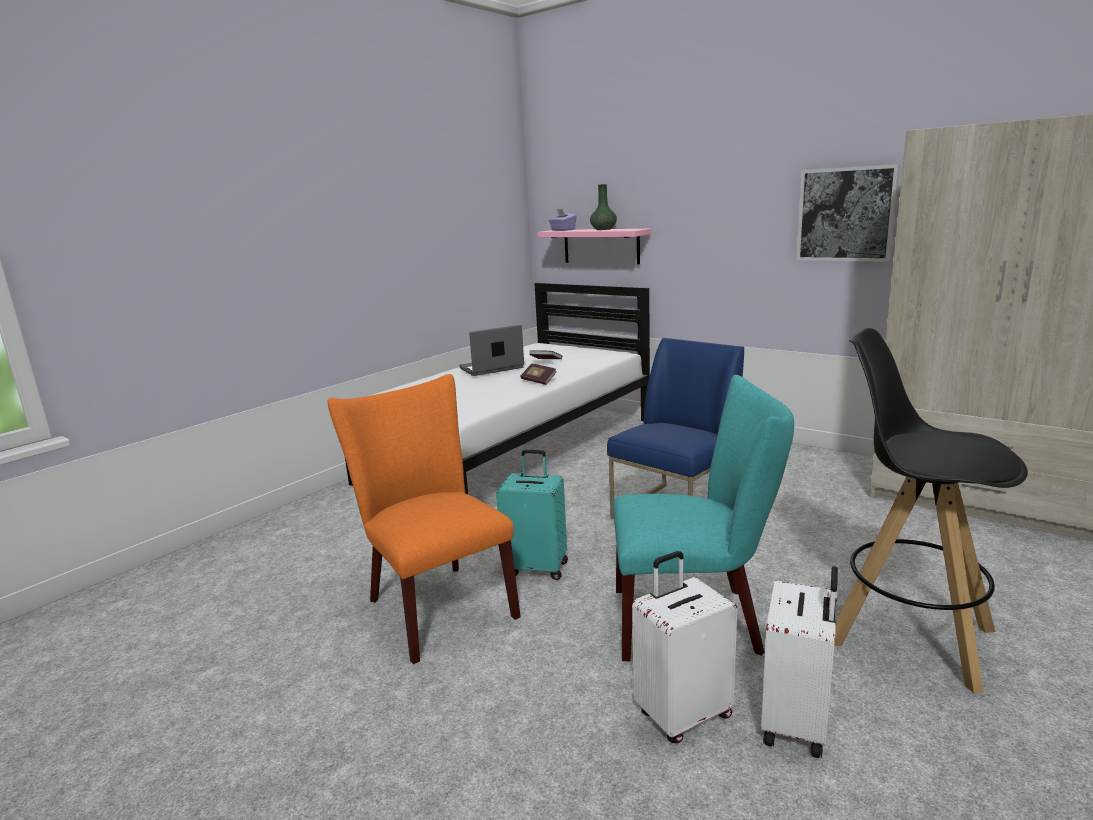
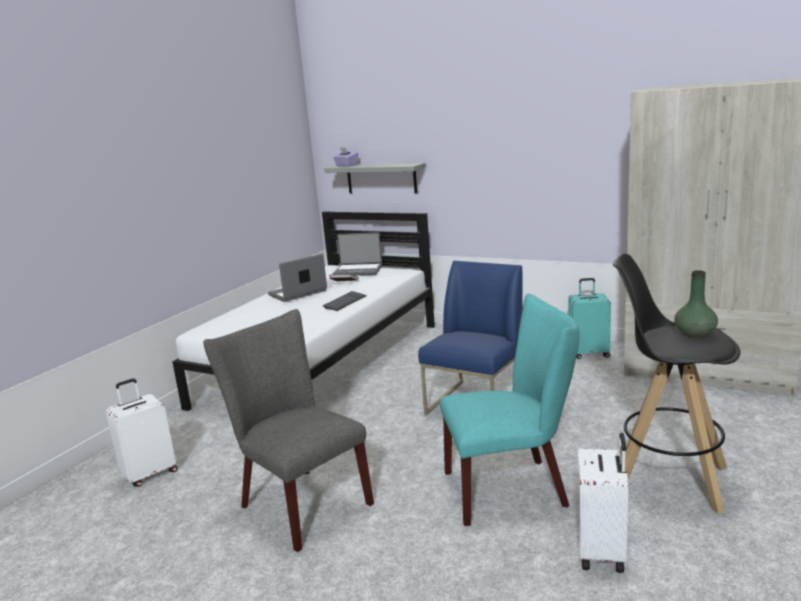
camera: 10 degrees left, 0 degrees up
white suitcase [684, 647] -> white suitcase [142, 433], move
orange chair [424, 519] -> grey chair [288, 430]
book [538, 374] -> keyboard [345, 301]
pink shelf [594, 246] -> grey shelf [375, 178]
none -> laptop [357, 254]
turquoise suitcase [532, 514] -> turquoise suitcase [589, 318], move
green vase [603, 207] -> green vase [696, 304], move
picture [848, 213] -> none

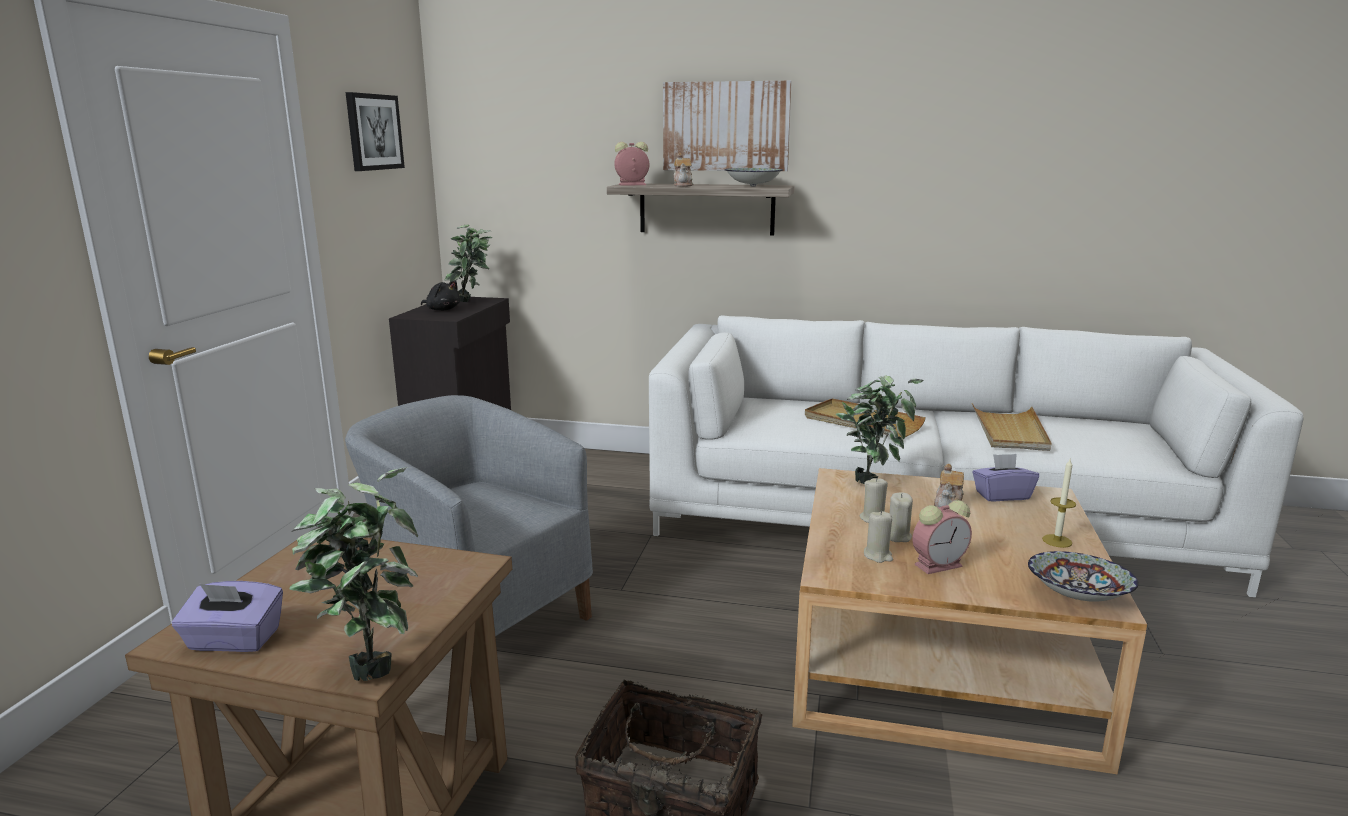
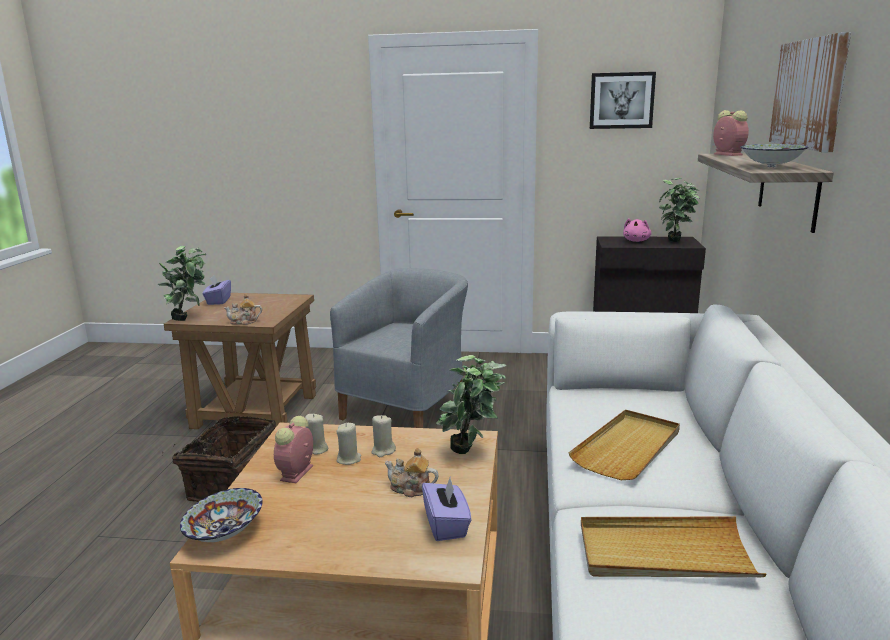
camera: 85 degrees right, 0 degrees up
teapot [684, 170] -> teapot [243, 309], move
alarm clock [942, 537] -> alarm clock [293, 449], 45 degrees clockwise
black plush toy [440, 295] -> pink plush toy [637, 230]
candle [1059, 503] -> none

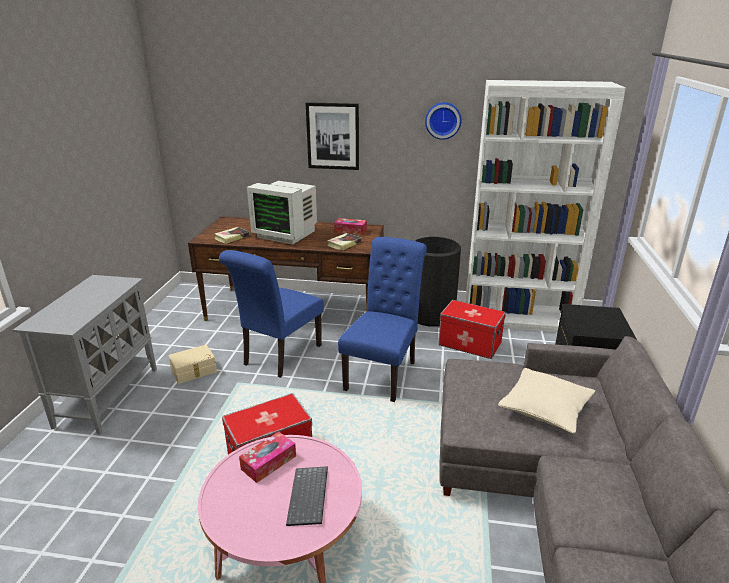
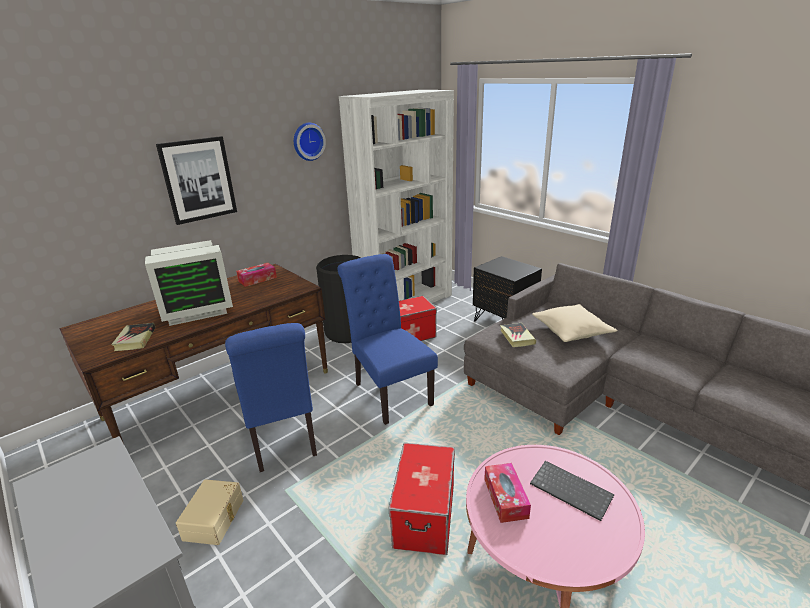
camera: 50 degrees left, 0 degrees up
book [344, 242] -> book [518, 335], move

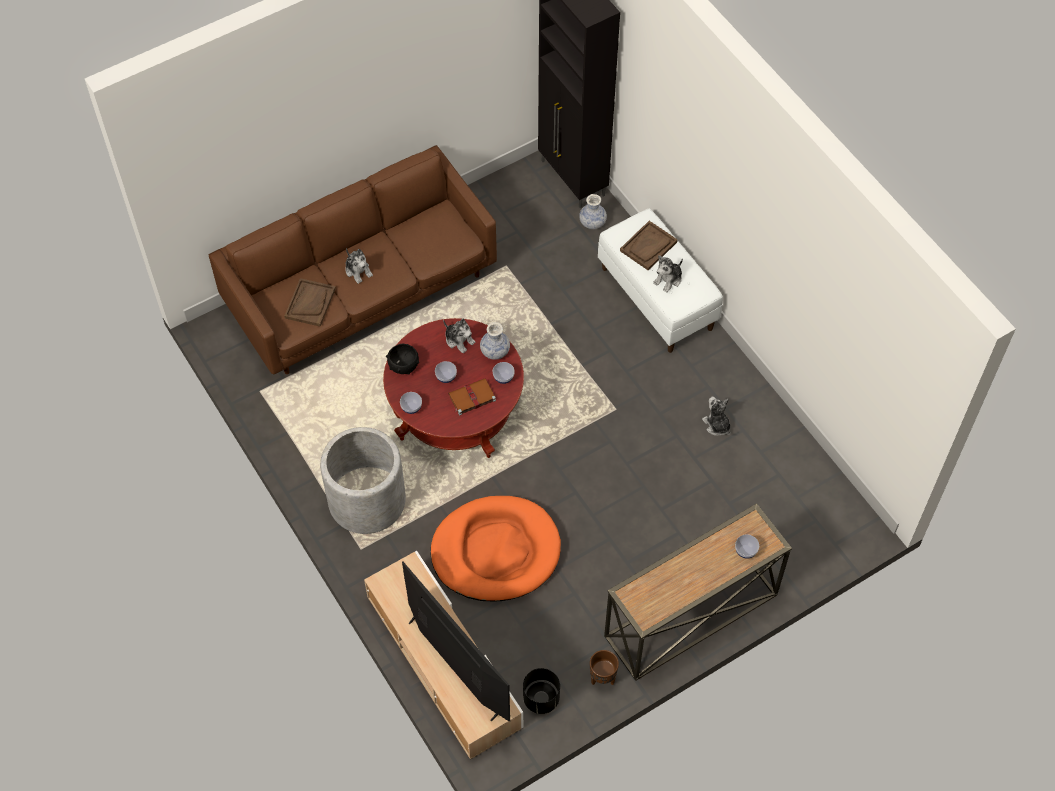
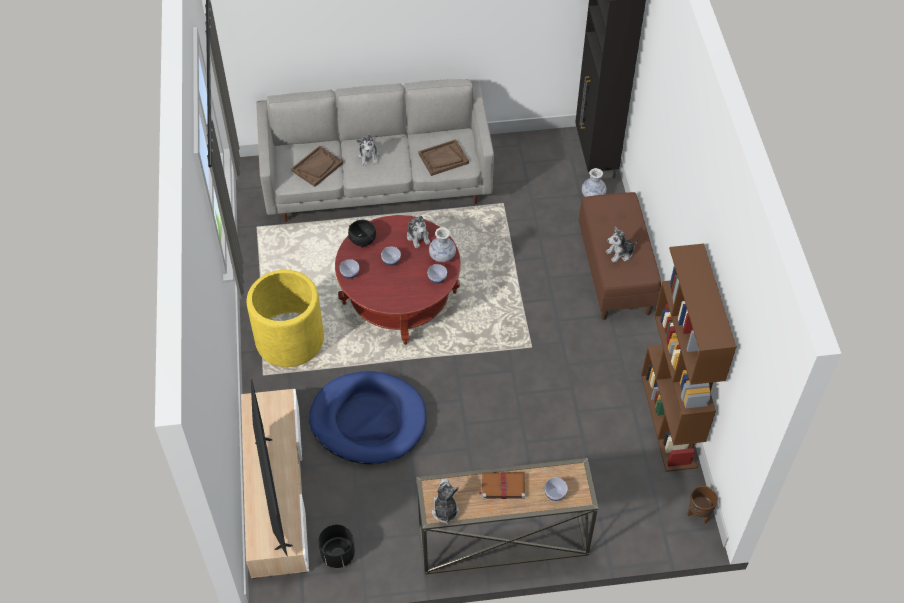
camera: 25 degrees right, 5 degrees down
grey planter [363, 480] -> yellow planter [285, 318]
brown sofa [353, 259] -> grey sofa [375, 150]
orange dog bed [496, 549] -> blue dog bed [367, 417]
brown tray [649, 245] -> brown tray [443, 157], move
plush toy [716, 416] -> plush toy [445, 501], move
brown book [472, 397] -> brown book [502, 485], move
white bench [660, 281] -> brown bench [620, 256]
none -> brown bookcase [689, 358]
brown planter [604, 667] -> brown planter [702, 504], move

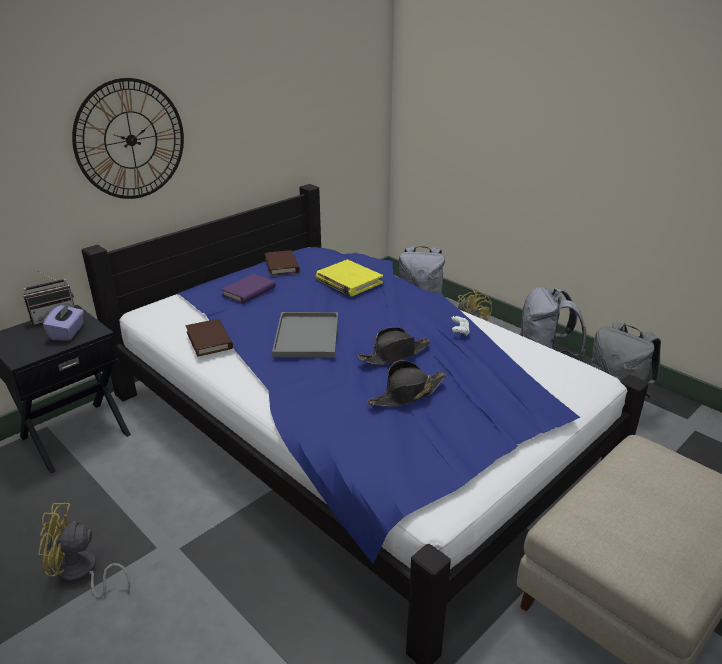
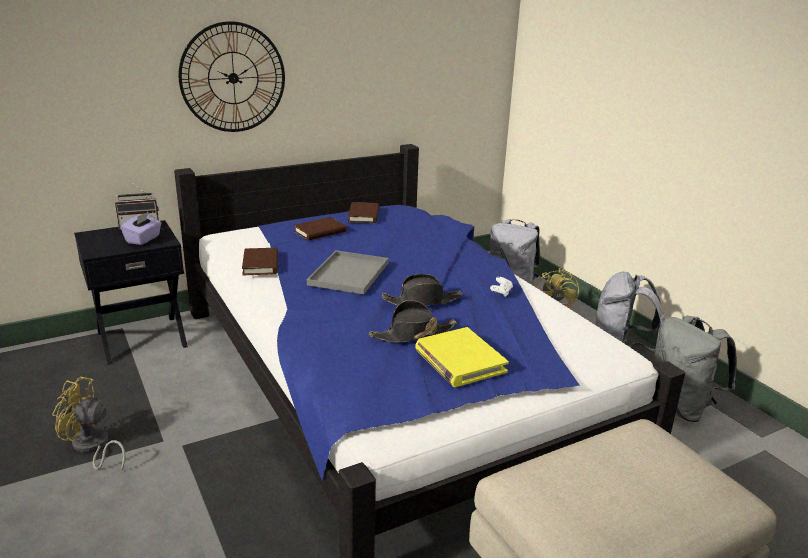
camera: 15 degrees right, 5 degrees down
purple book [248, 289] -> brown book [320, 229]
yellow book [349, 277] -> yellow book [462, 357], move

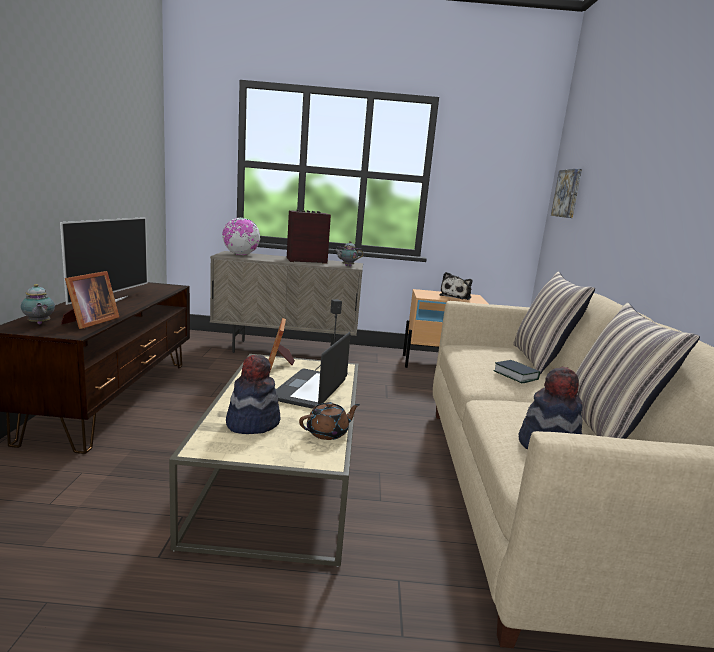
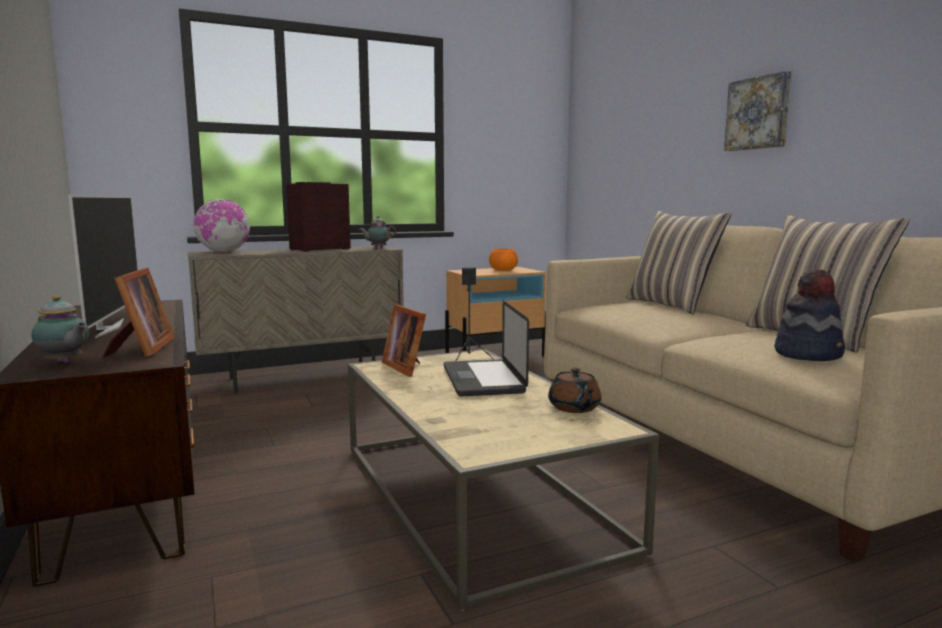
camera: 25 degrees left, 5 degrees down
plush toy [455, 286] -> orange bowl [503, 260]
brown teapot [329, 421] -> brown teapot [574, 390], 135 degrees clockwise
picture [566, 193] -> picture [757, 111], move
hat [253, 394] -> none
book [516, 371] -> none

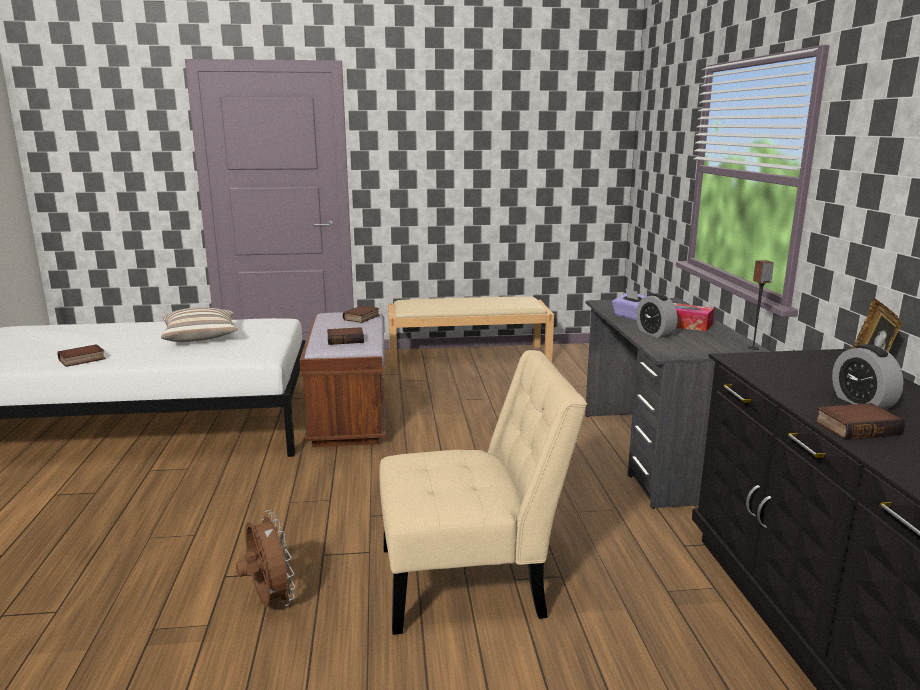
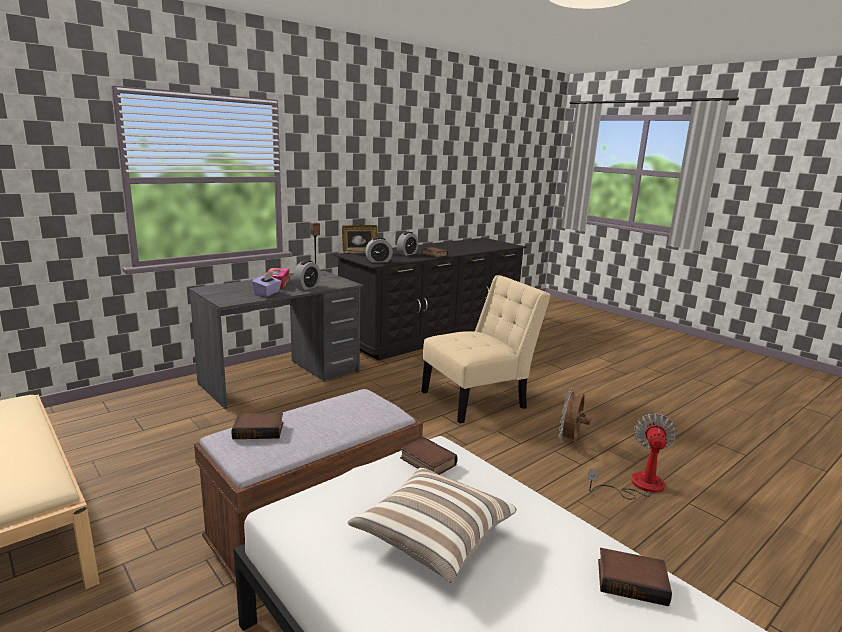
camera: 125 degrees left, 0 degrees up
none -> alarm clock [379, 250]
book [345, 336] -> book [429, 456], move
beige chair [483, 492] -> beige chair [486, 349], 105 degrees clockwise
none -> fan [632, 456]

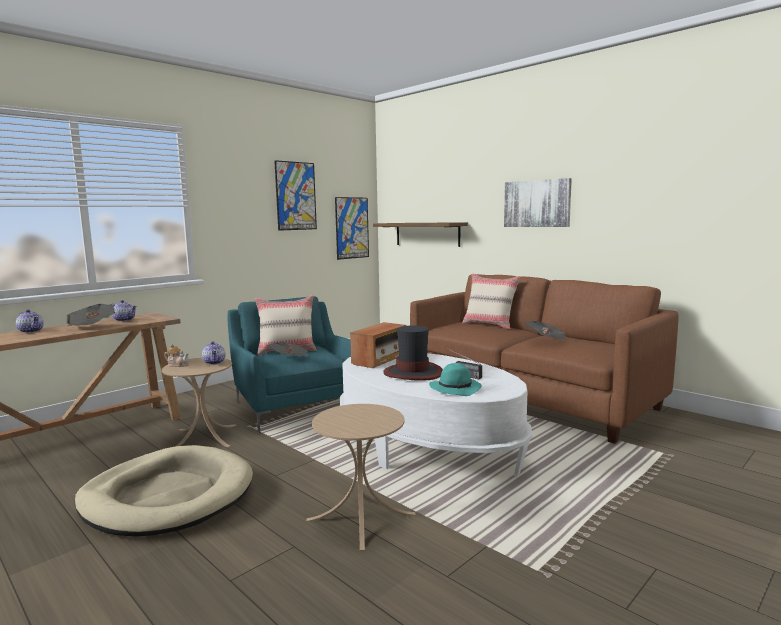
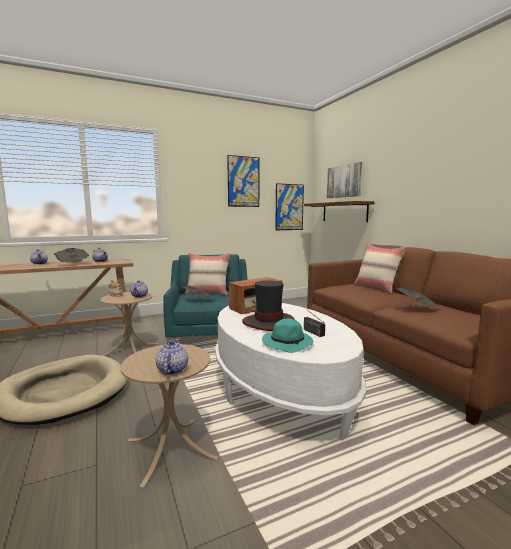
camera: 20 degrees right, 0 degrees up
none -> teapot [172, 357]
picture [538, 202] -> picture [344, 180], move

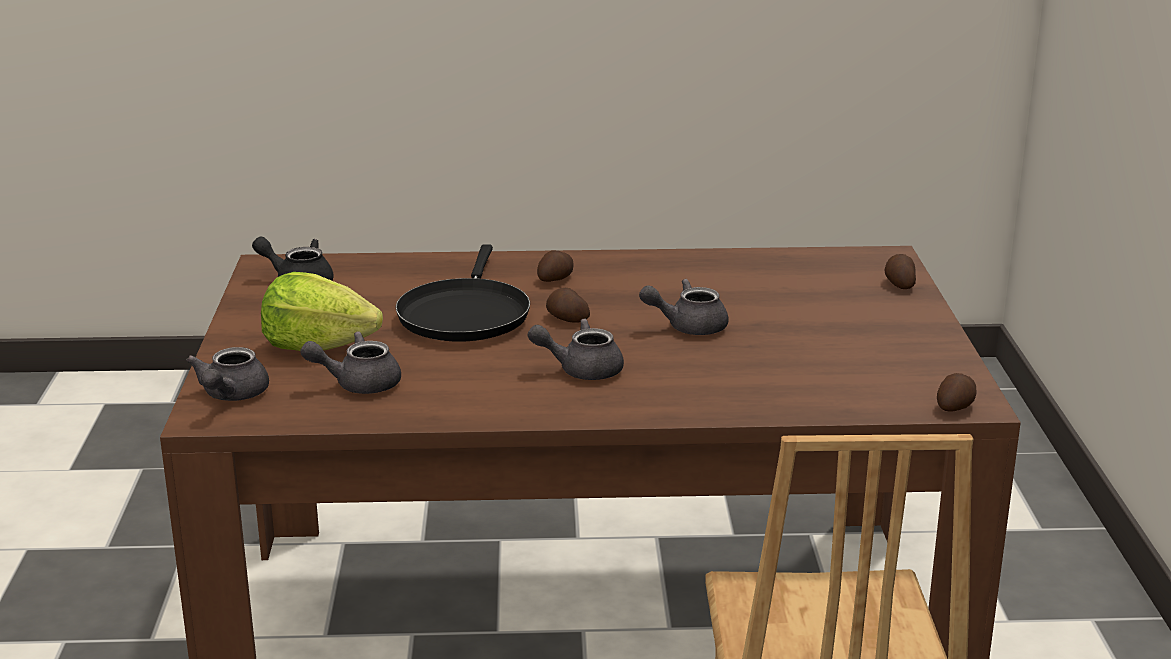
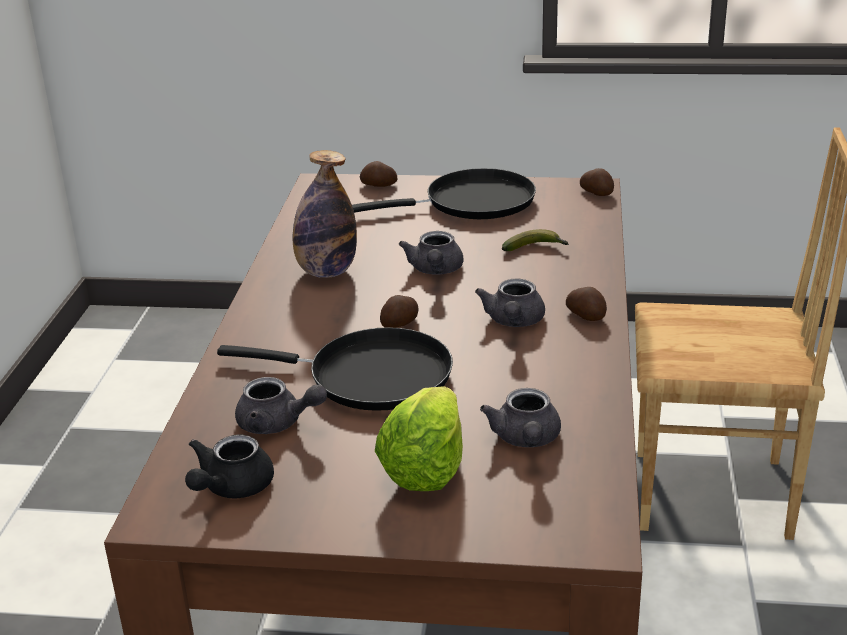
camera: 80 degrees left, 5 degrees up
grey teapot [227, 374] -> grey teapot [281, 405], move
none -> bottle [324, 214]
none -> black frying pan [444, 193]
none -> banana [535, 240]
potato [555, 266] -> potato [586, 304], move

